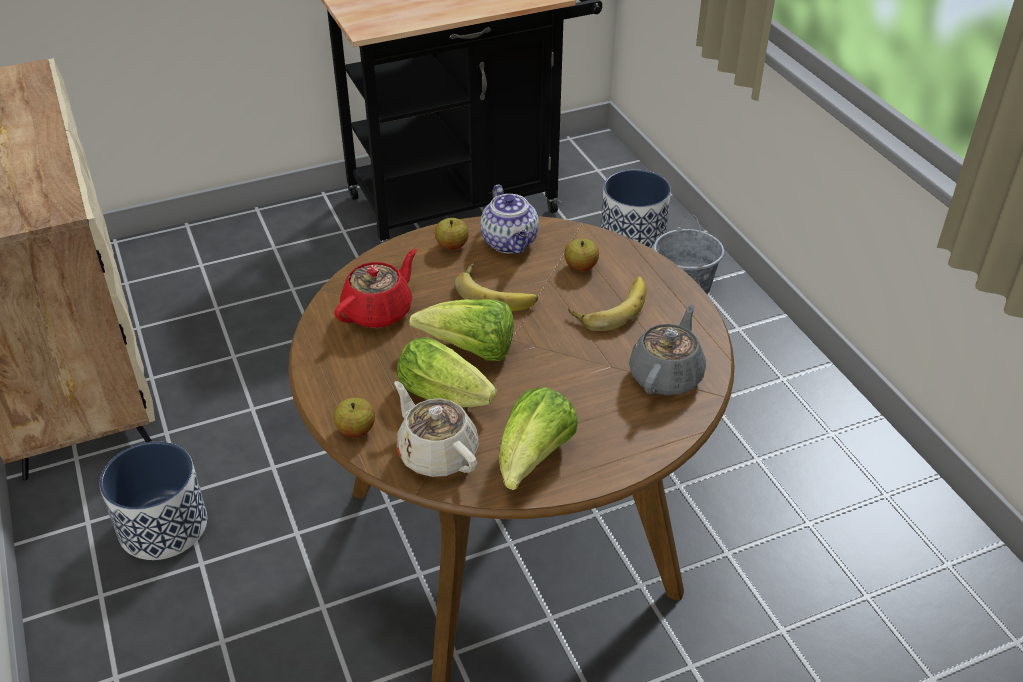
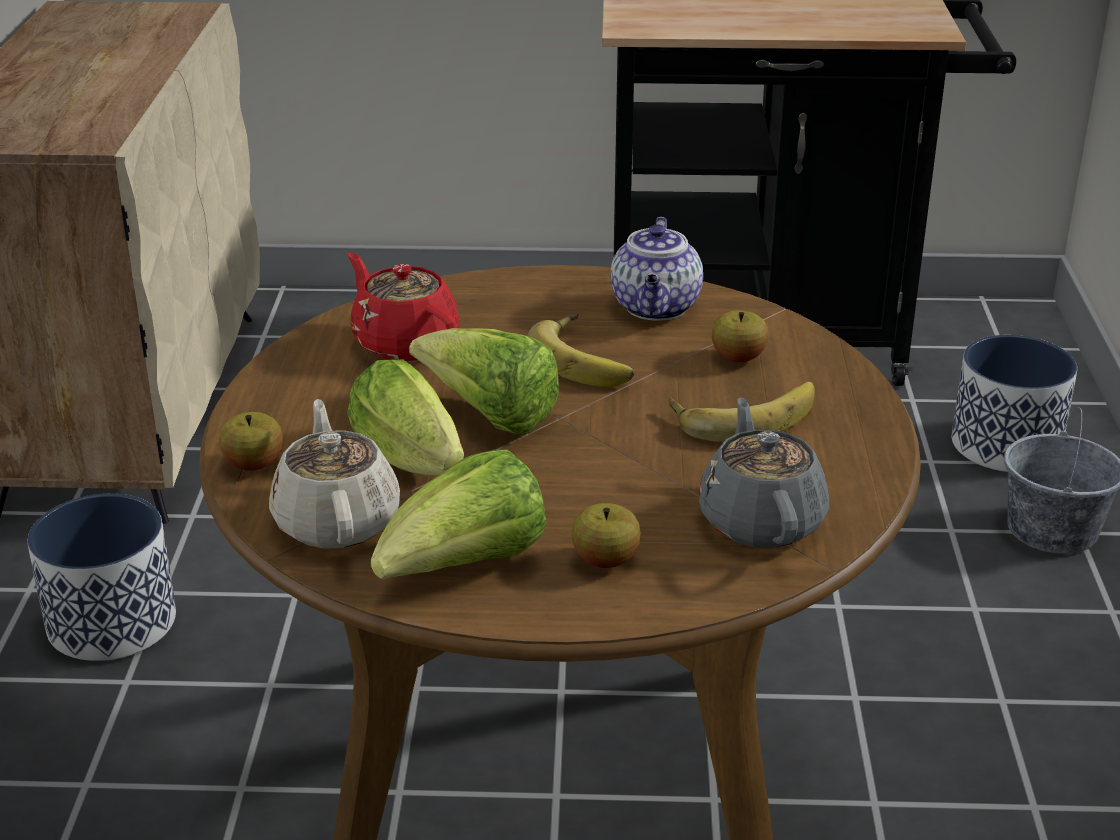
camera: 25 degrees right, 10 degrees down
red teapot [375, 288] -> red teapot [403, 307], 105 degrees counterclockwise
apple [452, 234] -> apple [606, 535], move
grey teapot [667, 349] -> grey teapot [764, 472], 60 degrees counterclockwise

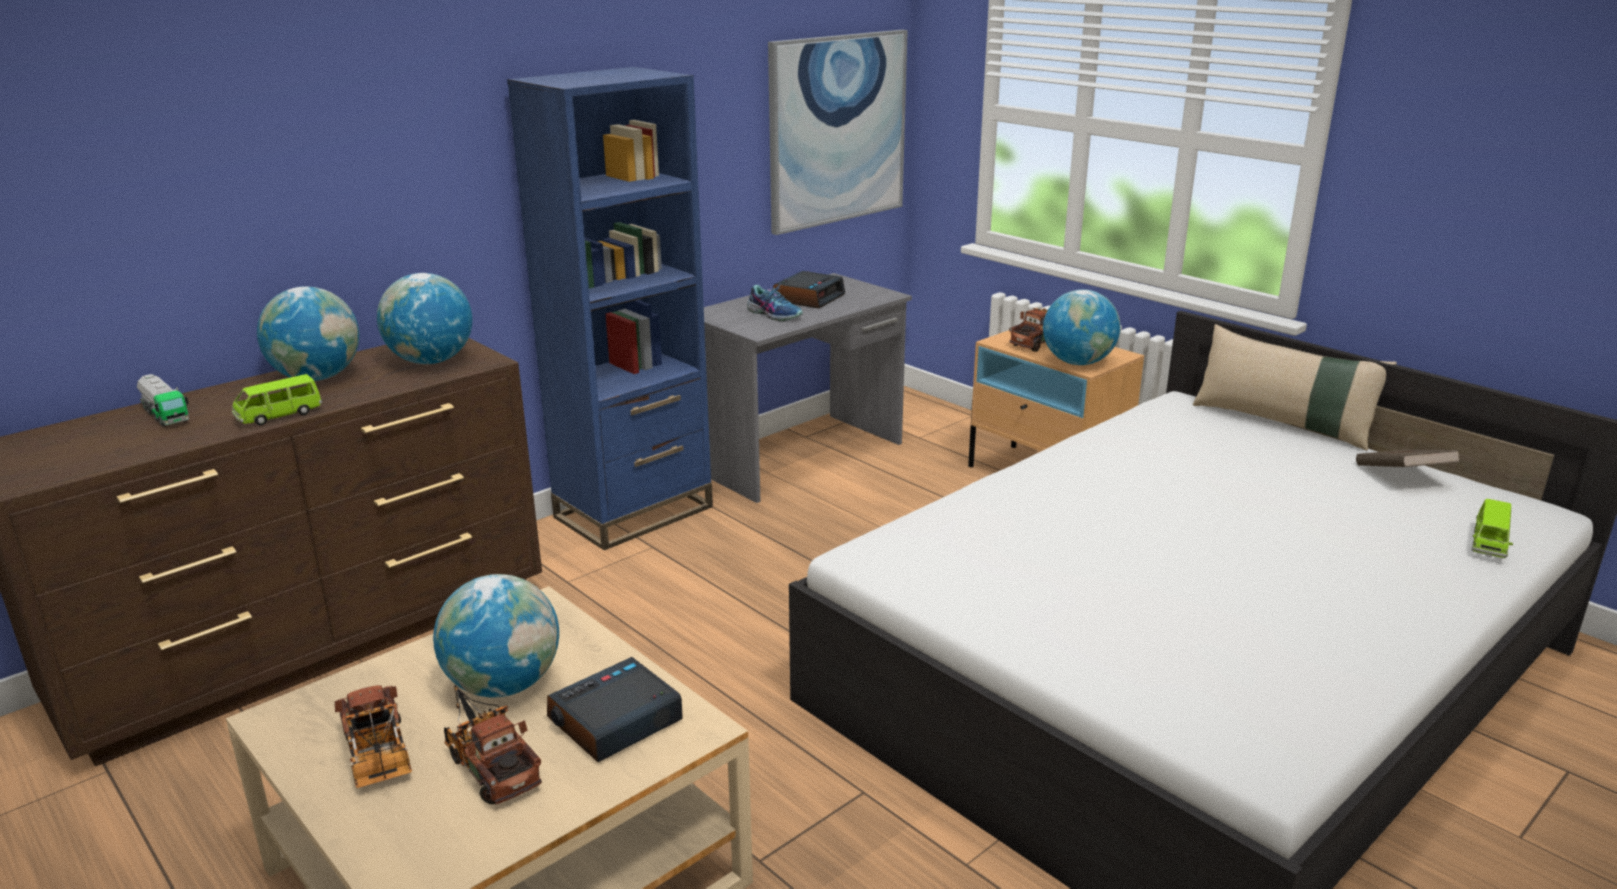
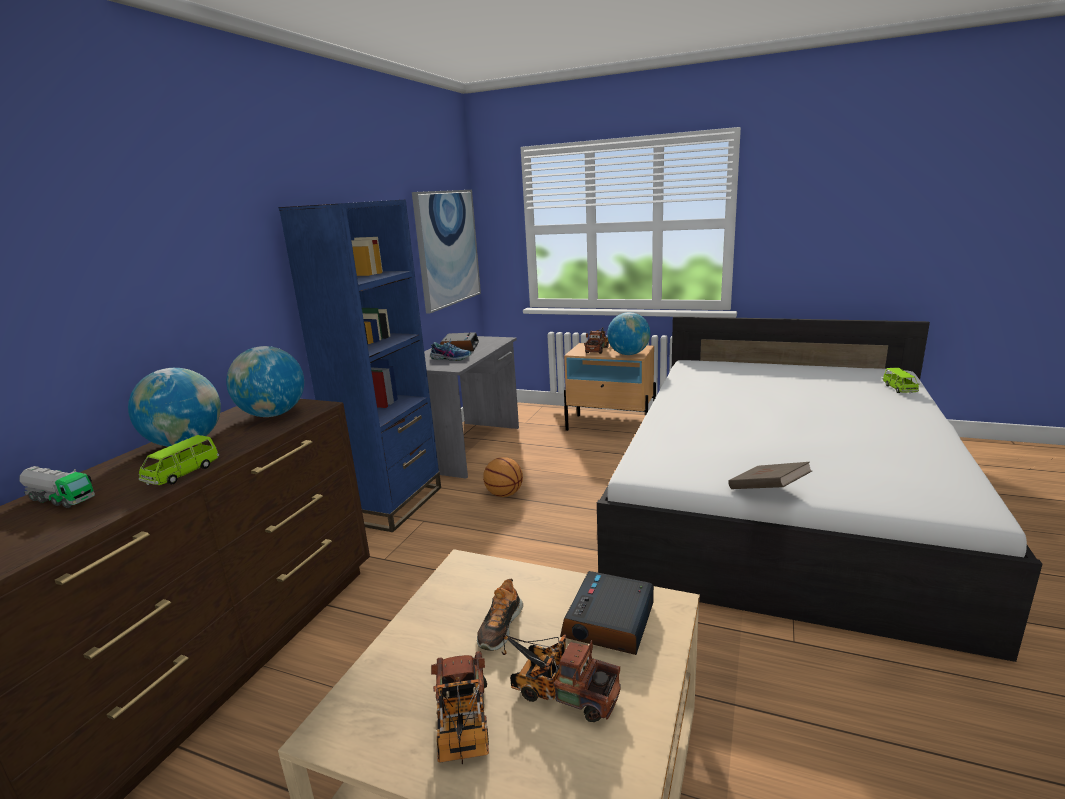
camera: 25 degrees left, 5 degrees down
toy truck [373, 736] -> toy truck [460, 707], 45 degrees clockwise
globe [496, 636] -> shoe [500, 615]
none -> basketball [503, 477]
brown book [1408, 458] -> brown book [770, 475], move
beige pillow [1295, 387] -> none

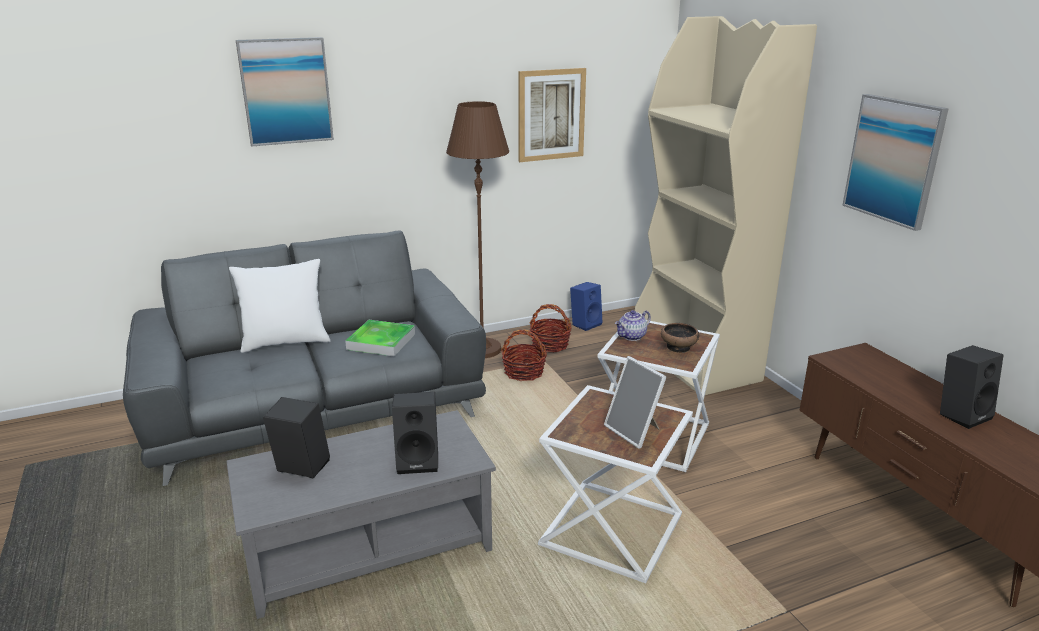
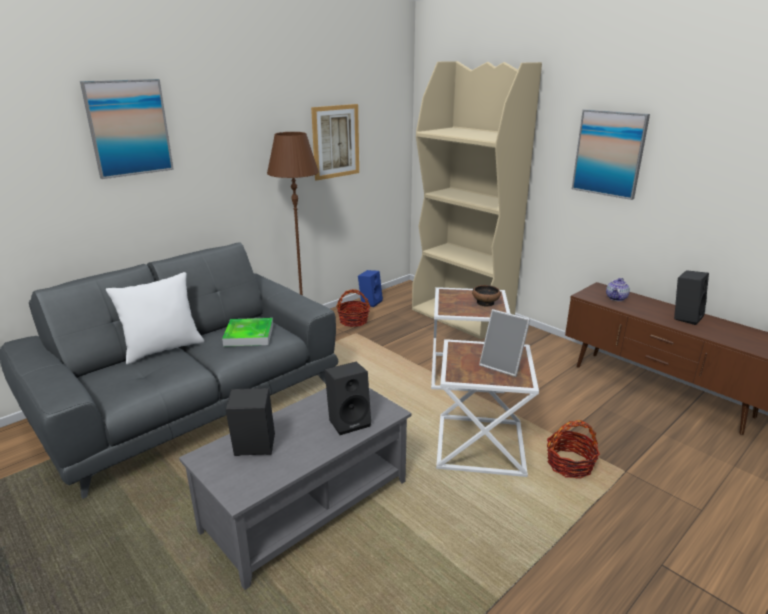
camera: 20 degrees left, 0 degrees up
basket [524, 355] -> basket [573, 449], move
teapot [633, 325] -> teapot [618, 289], move

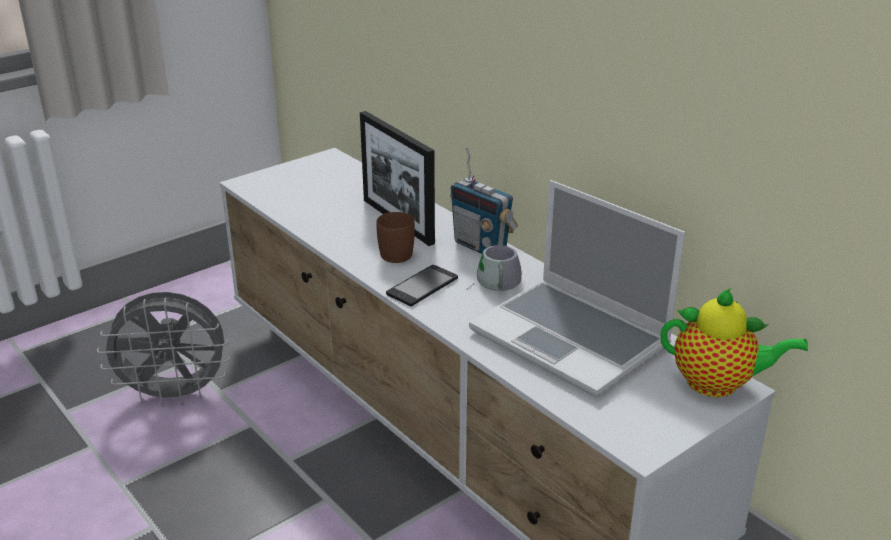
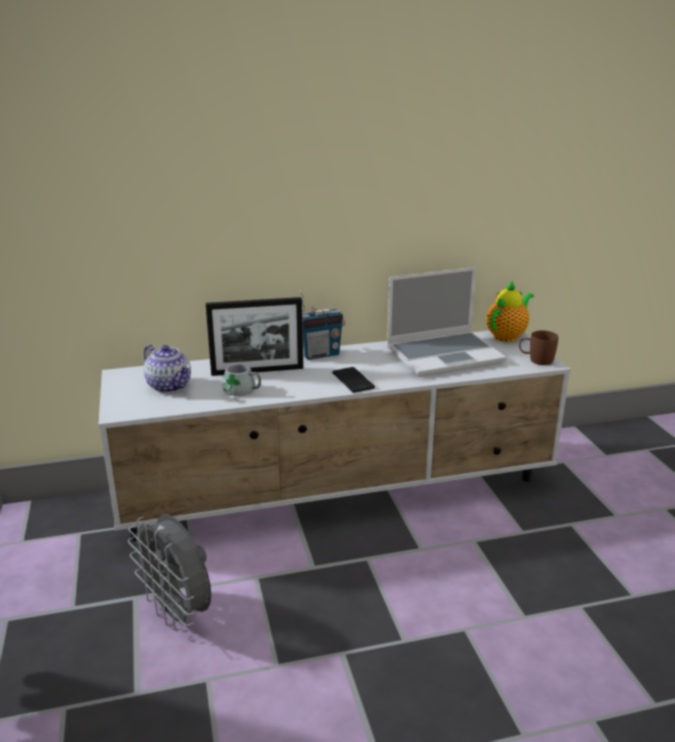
camera: 65 degrees left, 5 degrees down
grey fan [163, 349] -> grey fan [169, 572], 120 degrees clockwise
none -> teapot [167, 369]
grey mug [494, 268] -> grey mug [242, 382], move
brown mug [395, 237] -> brown mug [538, 347], move

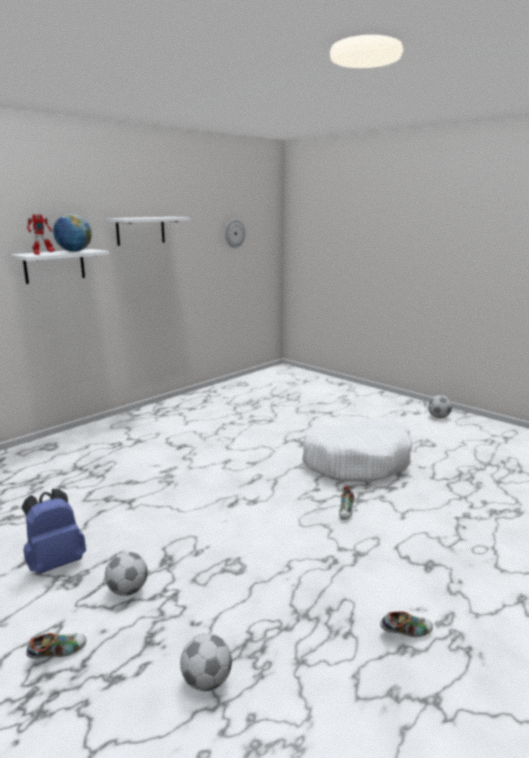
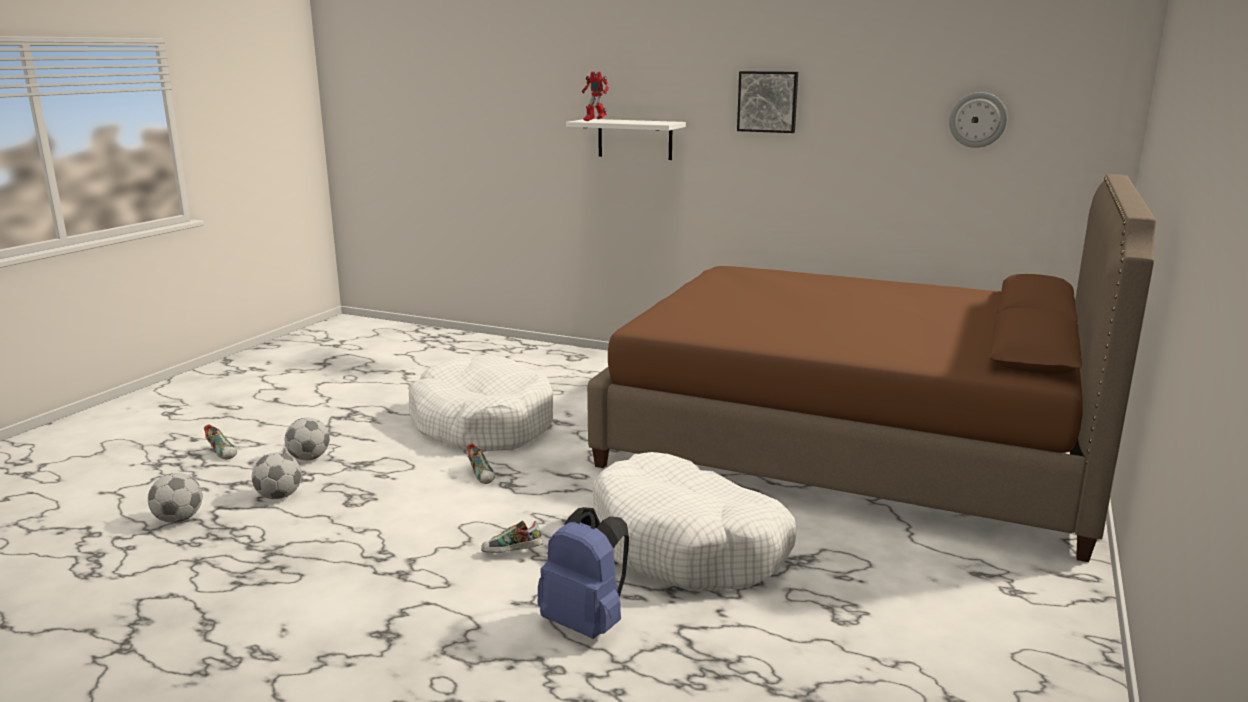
camera: 70 degrees right, 0 degrees up
football [440, 406] -> football [277, 475], move
none -> white dog bed [481, 403]
shoe [406, 624] -> shoe [481, 463], move
blue backpack [53, 531] -> blue backpack [583, 573], move
none -> brown bed [871, 368]
white shelf [148, 231] -> picture [767, 102]
globe [72, 233] -> none

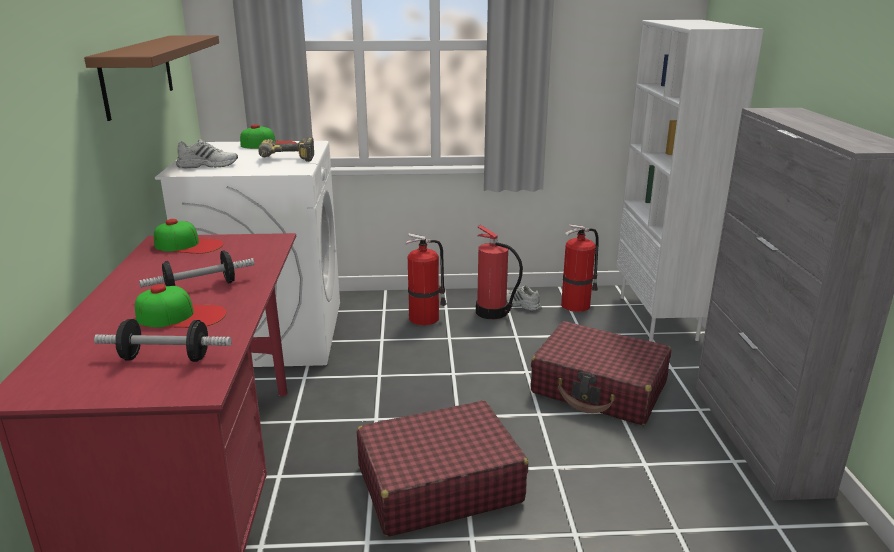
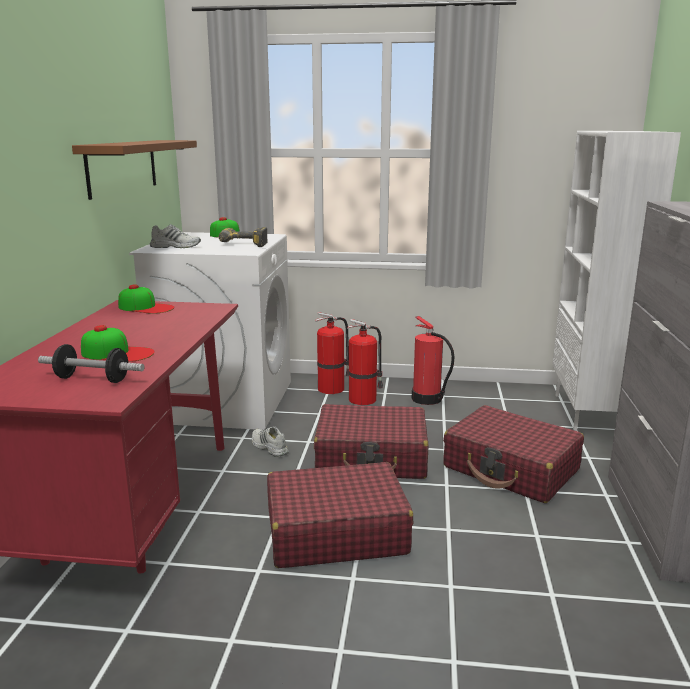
camera: 10 degrees right, 5 degrees down
white shoe [524, 298] -> white shoe [270, 441], move
none -> red suitcase [371, 441]
fire extinguisher [580, 268] -> fire extinguisher [332, 353], move
dumbbell [197, 269] -> none

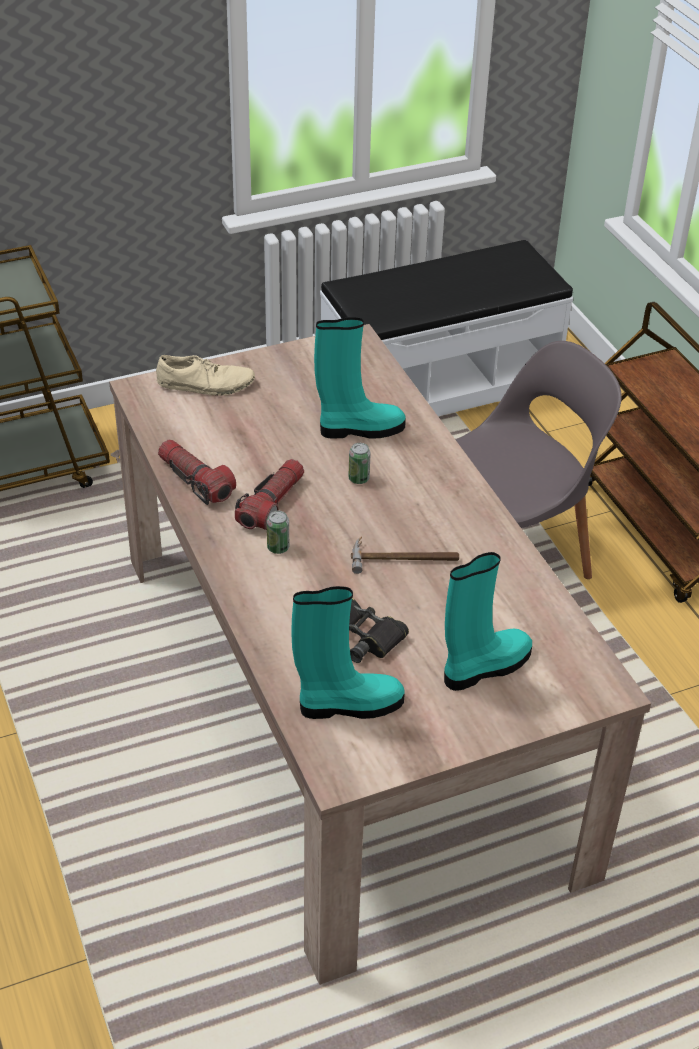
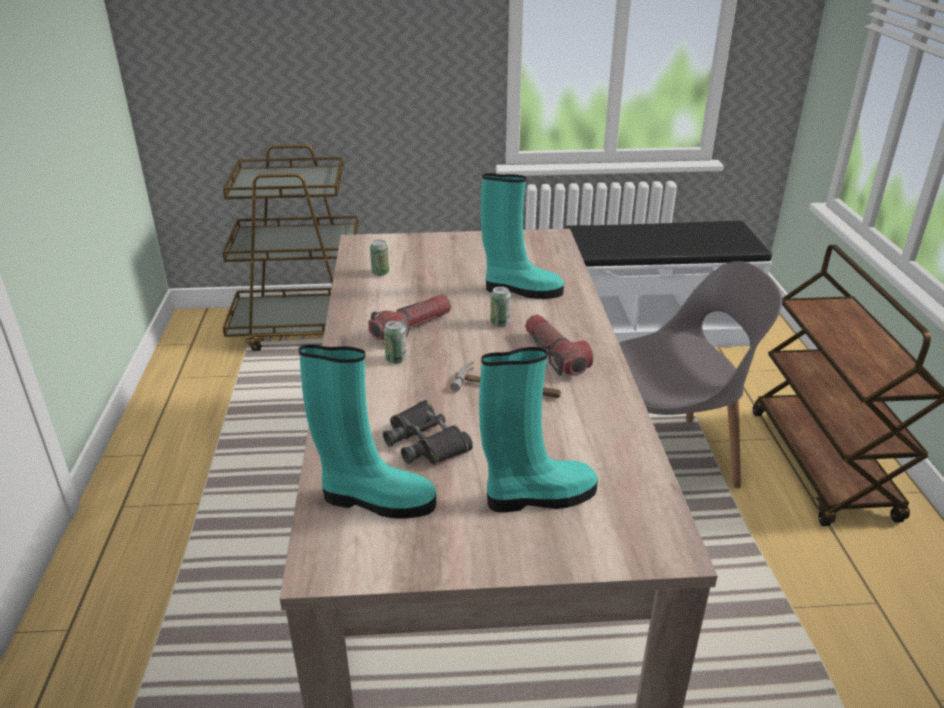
camera: 20 degrees right, 10 degrees down
none -> can [379, 258]
flashlight [197, 472] -> flashlight [559, 345], move
beige shoe [205, 375] -> none

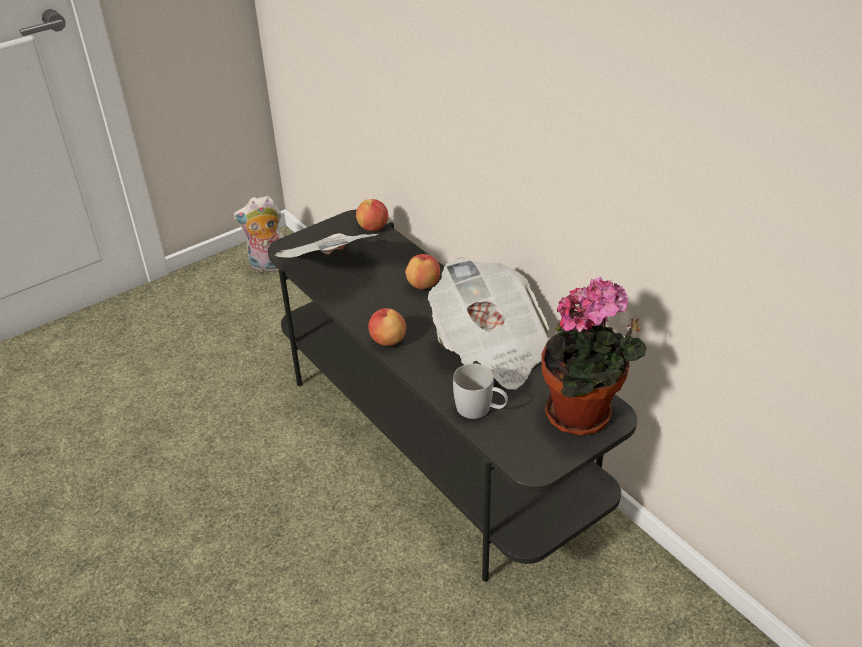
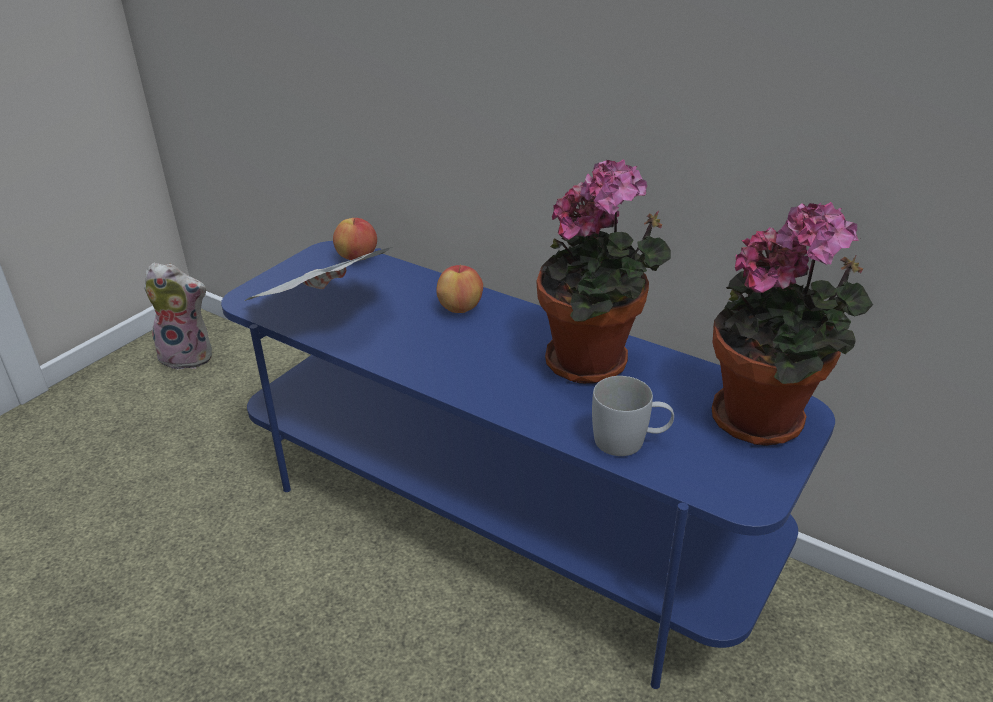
camera: 20 degrees left, 5 degrees down
plush toy [258, 234] -> plush toy [178, 316], 150 degrees counterclockwise
grey tv stand [452, 396] -> blue tv stand [528, 465]
newspaper [488, 323] -> potted plant [603, 272]
apple [387, 327] -> none

